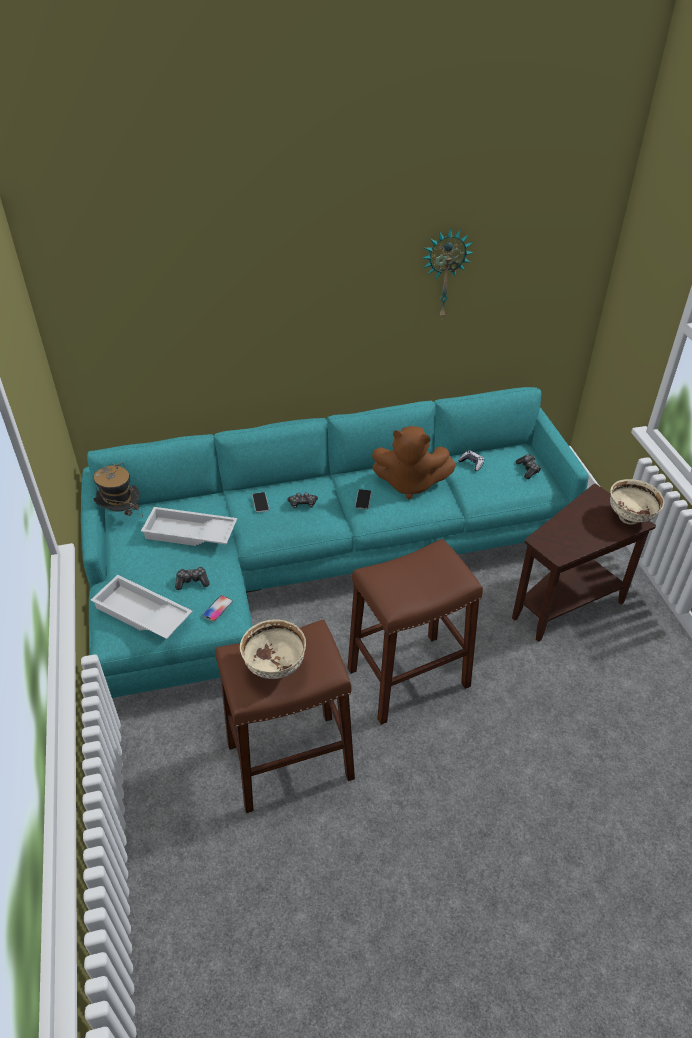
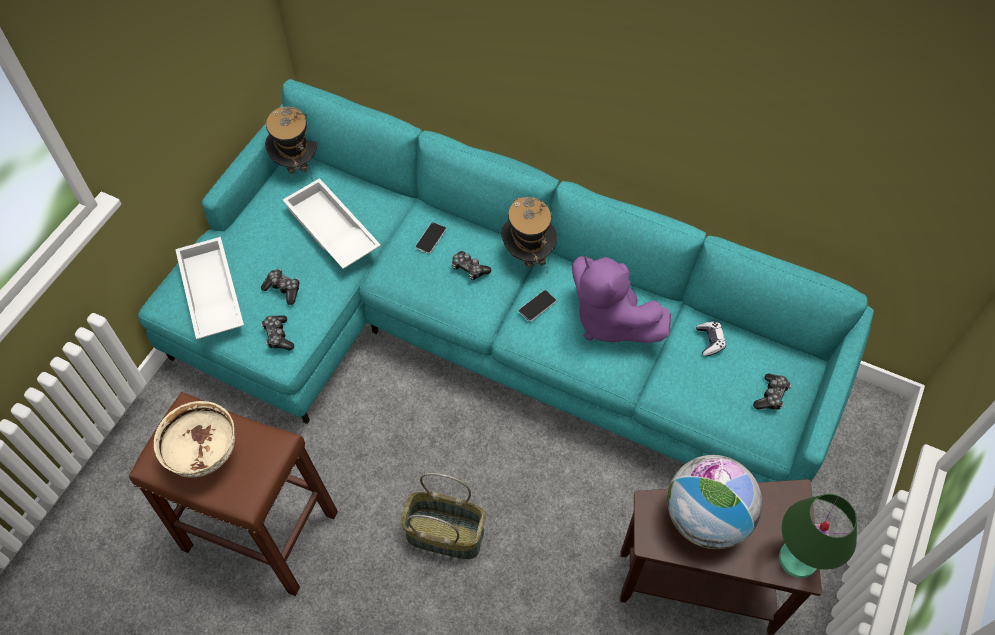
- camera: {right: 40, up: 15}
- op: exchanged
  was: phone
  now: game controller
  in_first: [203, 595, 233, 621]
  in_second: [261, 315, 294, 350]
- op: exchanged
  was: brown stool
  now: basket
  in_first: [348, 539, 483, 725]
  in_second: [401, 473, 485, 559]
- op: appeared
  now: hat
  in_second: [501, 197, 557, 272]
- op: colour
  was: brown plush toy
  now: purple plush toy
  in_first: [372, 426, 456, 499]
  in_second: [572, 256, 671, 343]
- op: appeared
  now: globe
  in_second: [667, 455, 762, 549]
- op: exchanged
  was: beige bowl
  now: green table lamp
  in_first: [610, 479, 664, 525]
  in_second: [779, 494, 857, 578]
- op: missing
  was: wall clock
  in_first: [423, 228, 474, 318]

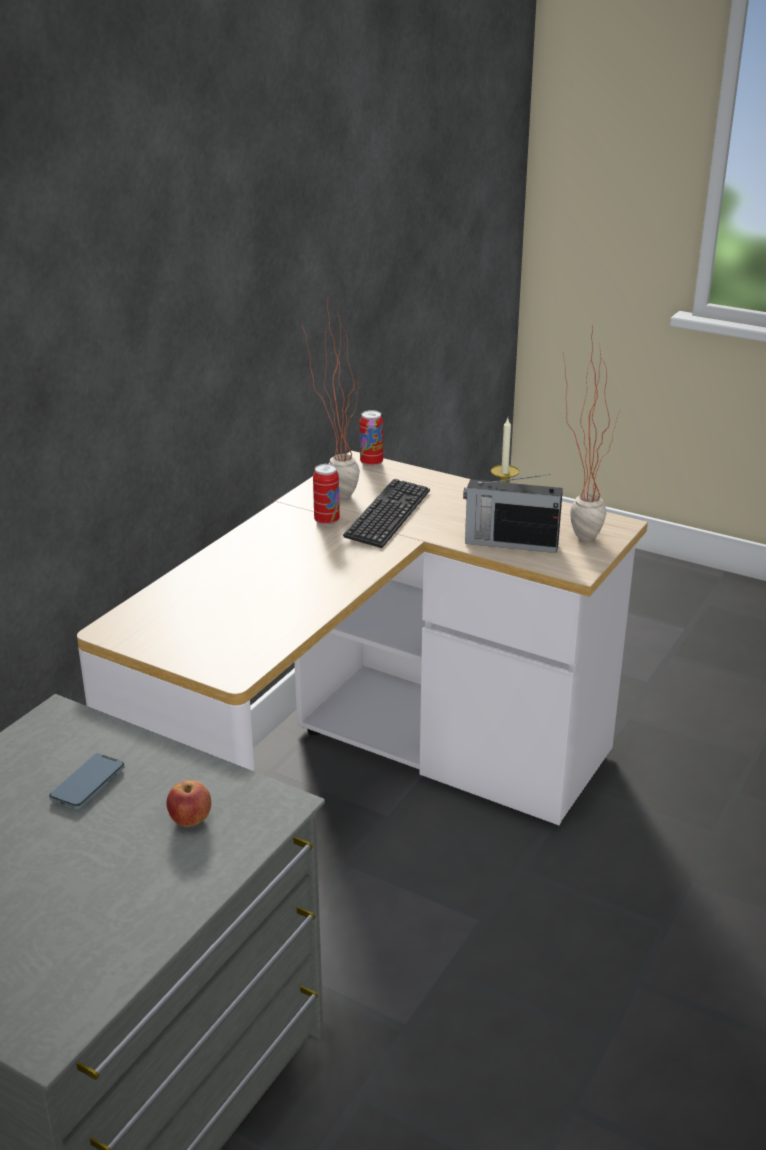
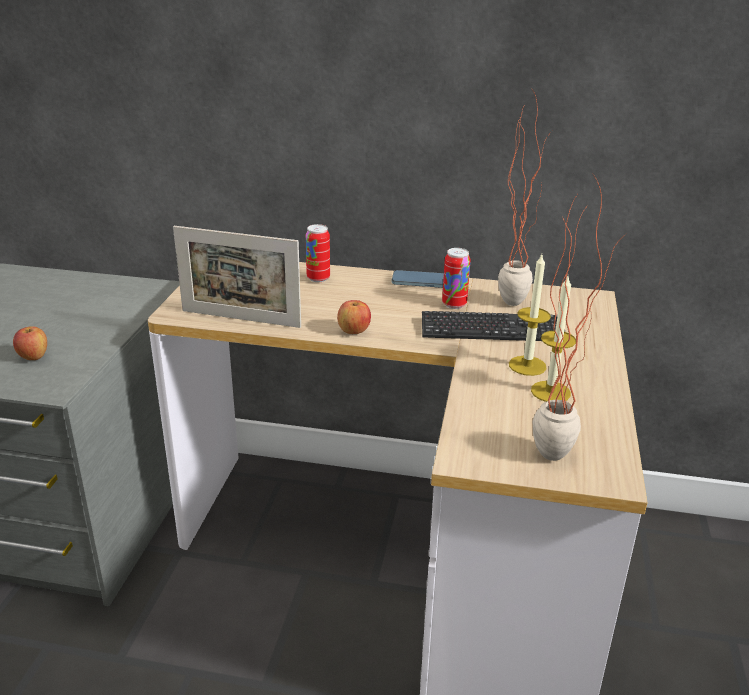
- camera: {right: 70, up: 0}
- op: appeared
  now: picture frame
  in_second: [173, 226, 301, 328]
- op: relocated
  was: can
  in_first: [360, 410, 383, 467]
  in_second: [306, 224, 330, 282]
- op: appeared
  now: apple
  in_second: [337, 300, 371, 334]
- op: relocated
  was: phone
  in_first: [49, 754, 124, 809]
  in_second: [392, 270, 444, 288]
- op: appeared
  now: candle
  in_second: [509, 255, 551, 376]
- op: missing
  was: radio
  in_first: [463, 474, 563, 553]

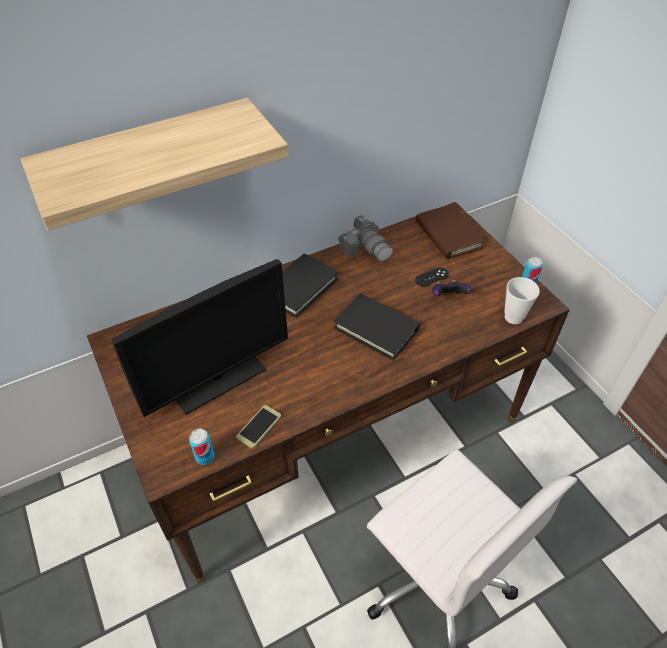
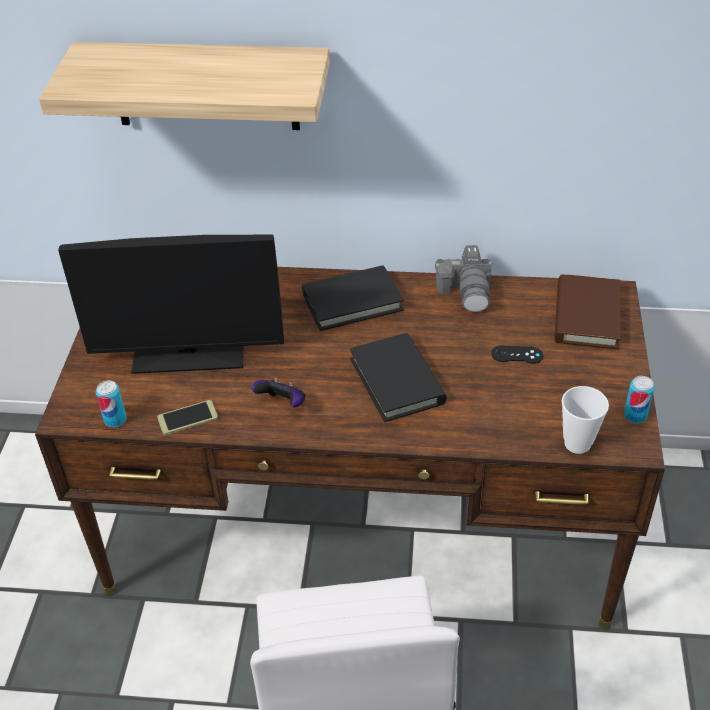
- camera: {right: 35, up: -5}
- op: relocated
  was: game controller
  in_first: [432, 280, 472, 297]
  in_second: [252, 378, 306, 407]

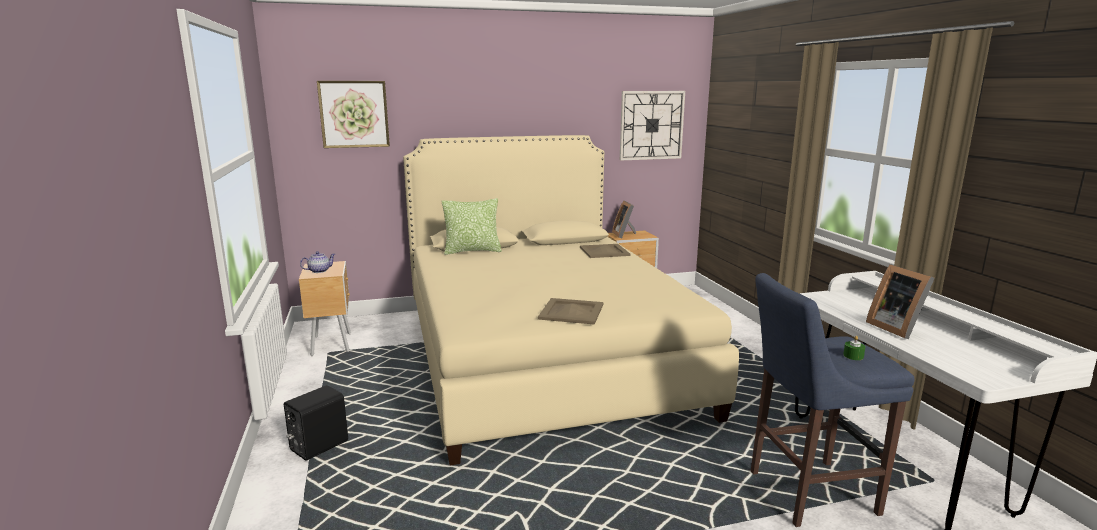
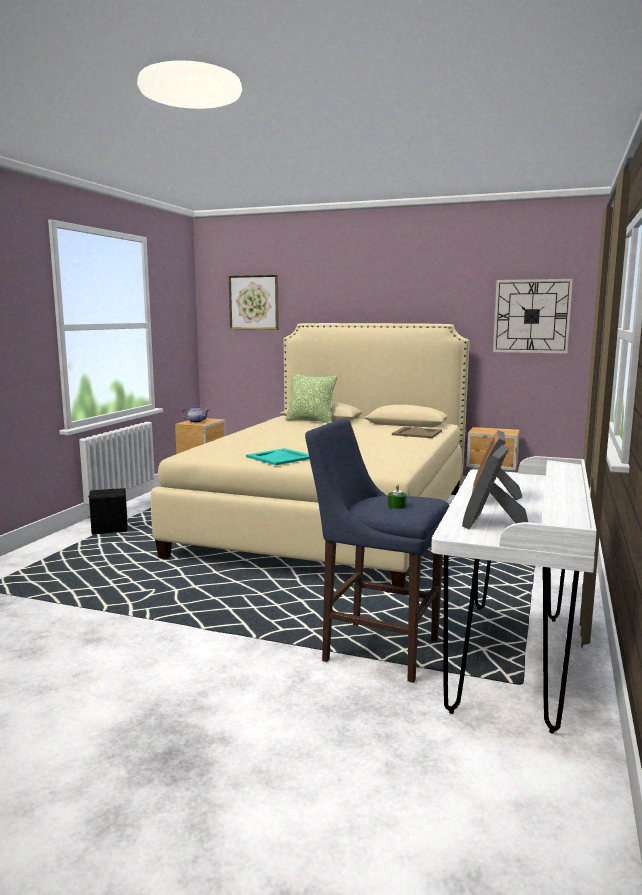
- camera: {right: 35, up: -5}
- op: colour
  was: beige tray
  now: turquoise tray
  in_first: [538, 298, 603, 325]
  in_second: [246, 448, 310, 465]
- op: relocated
  was: picture frame
  in_first: [612, 201, 636, 238]
  in_second: [462, 445, 528, 529]

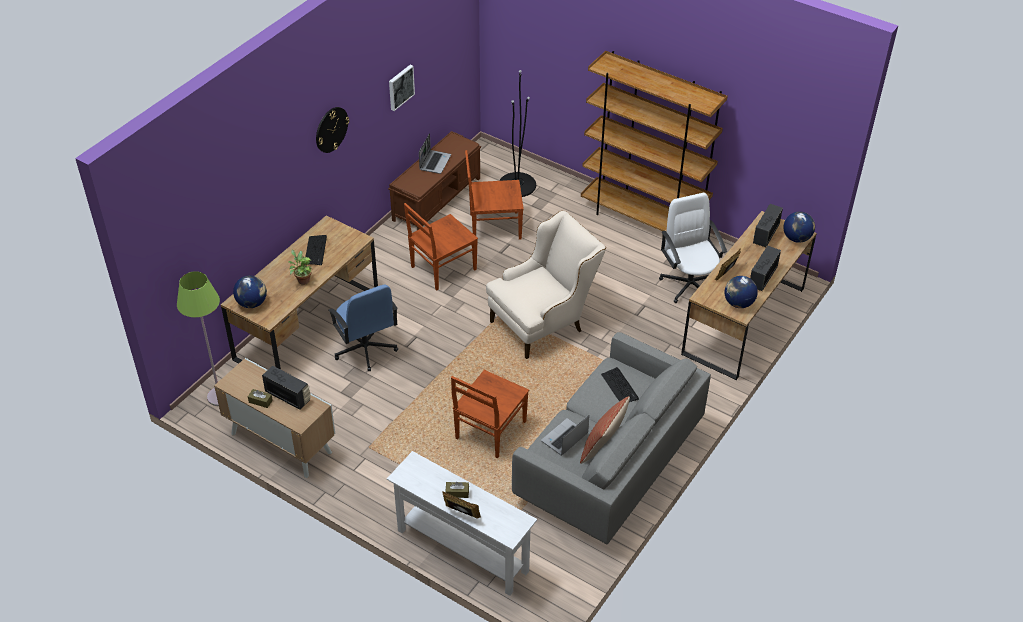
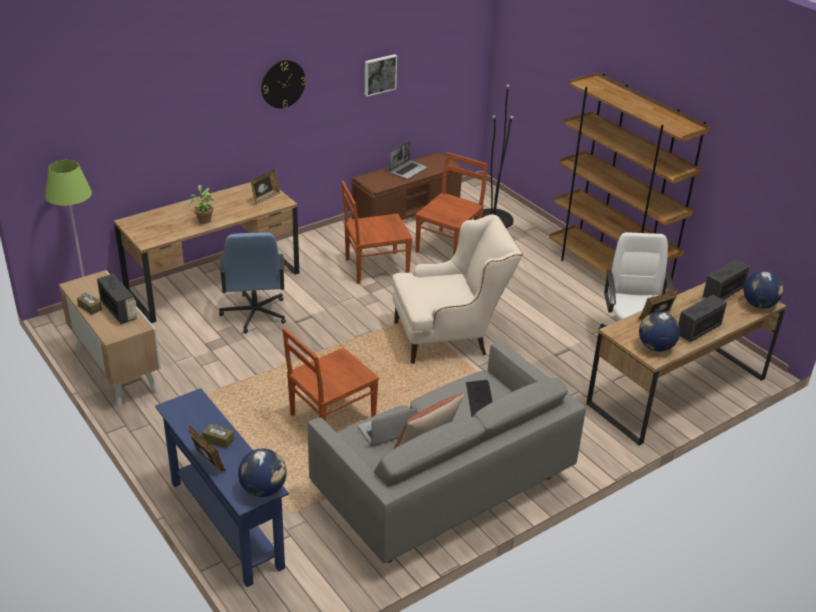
- camera: {right: 20, up: -10}
- op: colour
  was: white console table
  now: blue console table
  in_first: [387, 451, 537, 596]
  in_second: [155, 388, 289, 587]
- op: relocated
  was: globe
  in_first: [233, 276, 267, 308]
  in_second: [238, 448, 287, 497]
- op: appeared
  now: picture frame
  in_second: [251, 169, 280, 205]
- op: spun
  was: brown chair
  in_first: [465, 150, 524, 240]
  in_second: [415, 152, 487, 256]
  clockwise: 105
- op: missing
  was: keyboard
  in_first: [305, 235, 327, 265]

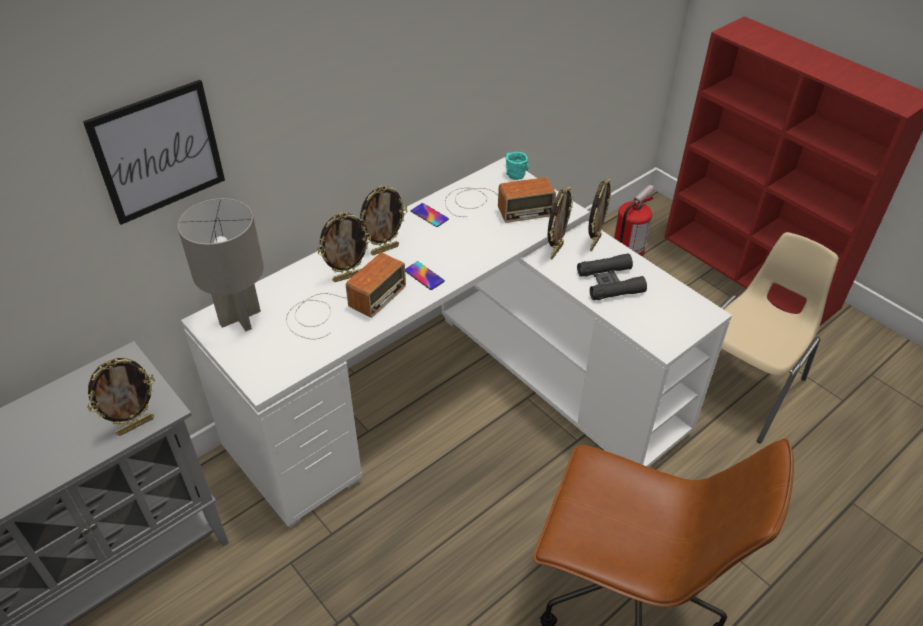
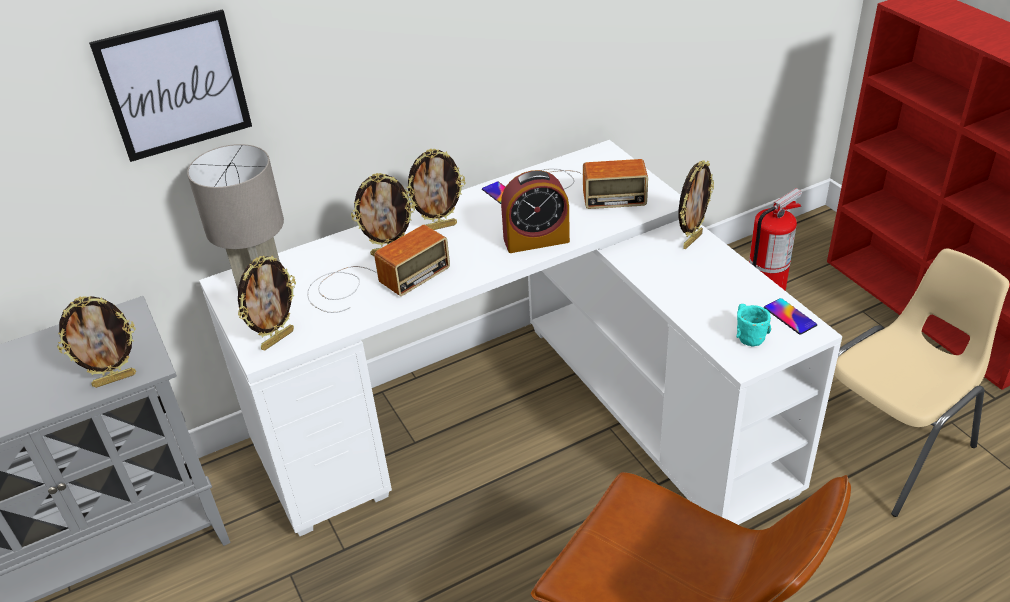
- camera: {right: 15, up: -5}
- op: relocated
  was: picture frame
  in_first: [548, 187, 573, 259]
  in_second: [238, 256, 296, 350]
- op: appeared
  now: alarm clock
  in_second: [501, 170, 570, 253]
- op: relocated
  was: turquoise mug
  in_first: [506, 152, 529, 180]
  in_second: [737, 304, 771, 347]
- op: relocated
  was: phone
  in_first: [405, 262, 445, 290]
  in_second: [764, 298, 817, 334]
- op: missing
  was: black binoculars
  in_first: [577, 253, 647, 300]

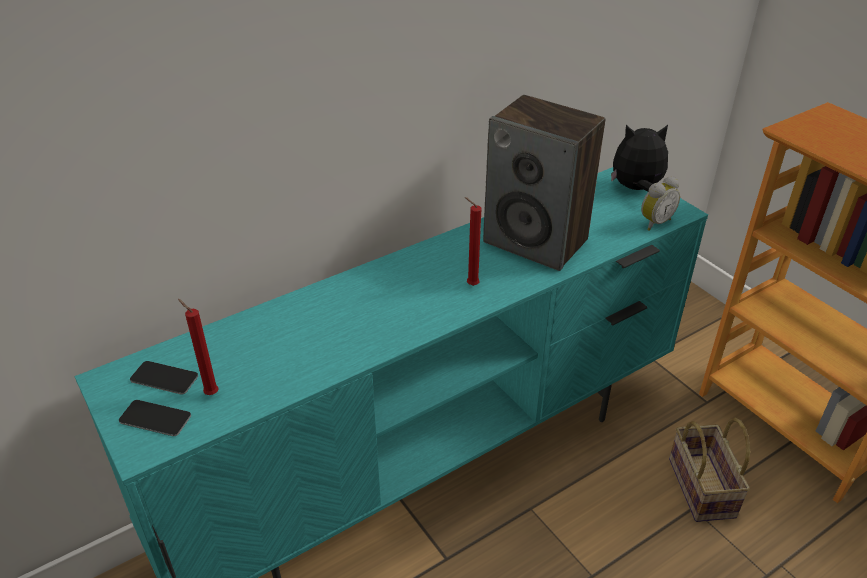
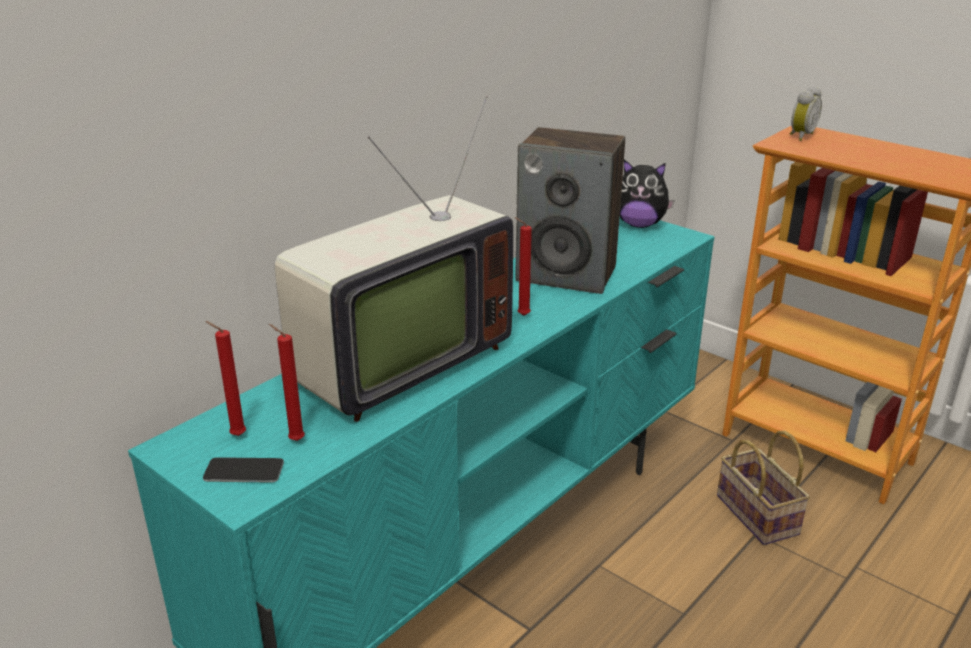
- camera: {right: -15, up: -10}
- op: exchanged
  was: phone
  now: red candle
  in_first: [130, 361, 198, 395]
  in_second: [205, 321, 246, 436]
- op: appeared
  now: television
  in_second: [274, 96, 513, 422]
- op: spun
  was: plush toy
  in_first: [611, 125, 668, 192]
  in_second: [620, 160, 675, 228]
  clockwise: -150
- op: relocated
  was: alarm clock
  in_first: [641, 176, 680, 231]
  in_second: [790, 86, 822, 141]

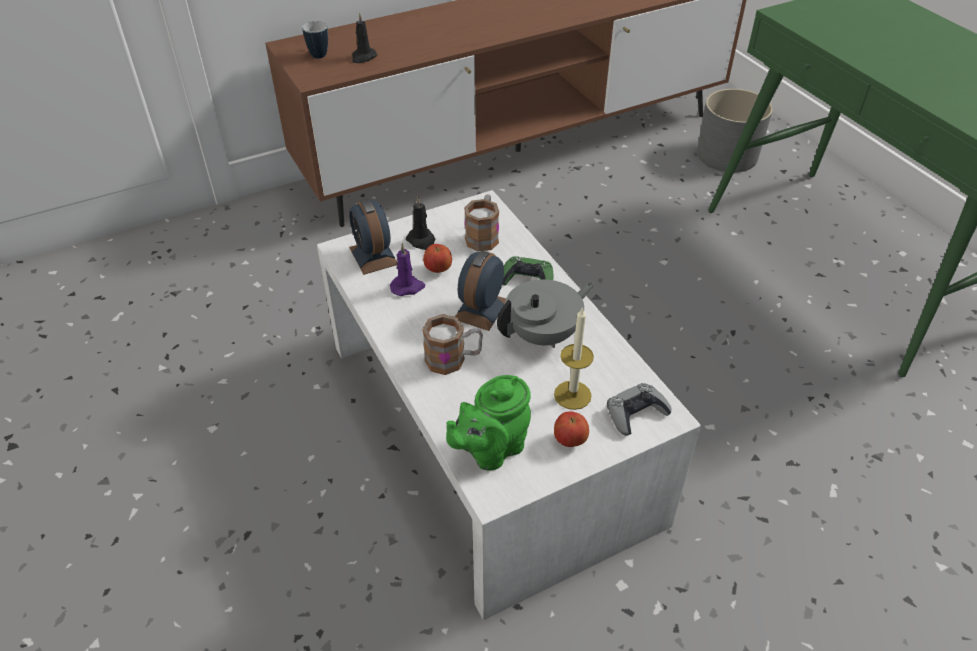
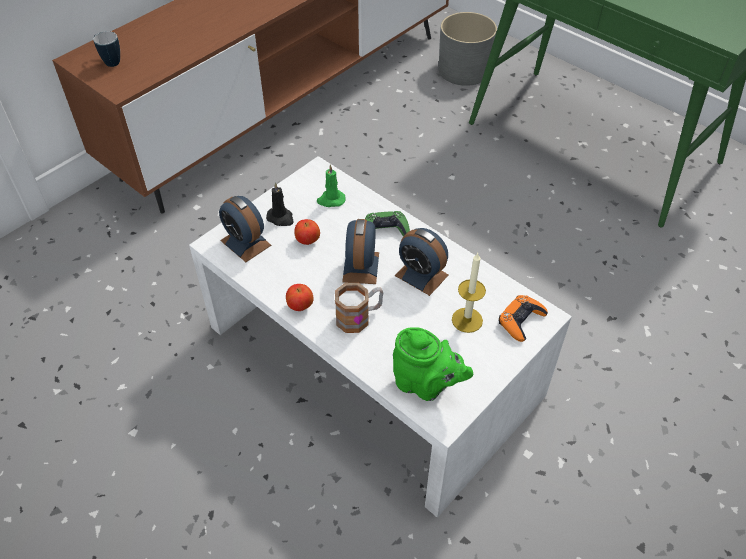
- camera: {right: -20, up: 5}
- op: relocated
  was: apple
  in_first: [554, 411, 589, 447]
  in_second: [286, 284, 314, 311]
- op: exchanged
  was: mug
  now: green candle
  in_first: [464, 194, 499, 252]
  in_second: [317, 164, 346, 207]
- op: spun
  was: green teapot
  in_first: [446, 375, 531, 471]
  in_second: [393, 327, 473, 401]
  clockwise: -90
- op: exchanged
  was: grey teapot
  now: alarm clock
  in_first: [497, 279, 594, 348]
  in_second: [395, 228, 449, 296]
- op: colour
  was: grey game controller
  now: orange game controller
  in_first: [607, 383, 672, 436]
  in_second: [499, 295, 548, 342]
- op: missing
  was: black candle
  in_first: [352, 13, 377, 63]
- op: missing
  was: purple candle
  in_first: [390, 243, 425, 296]

